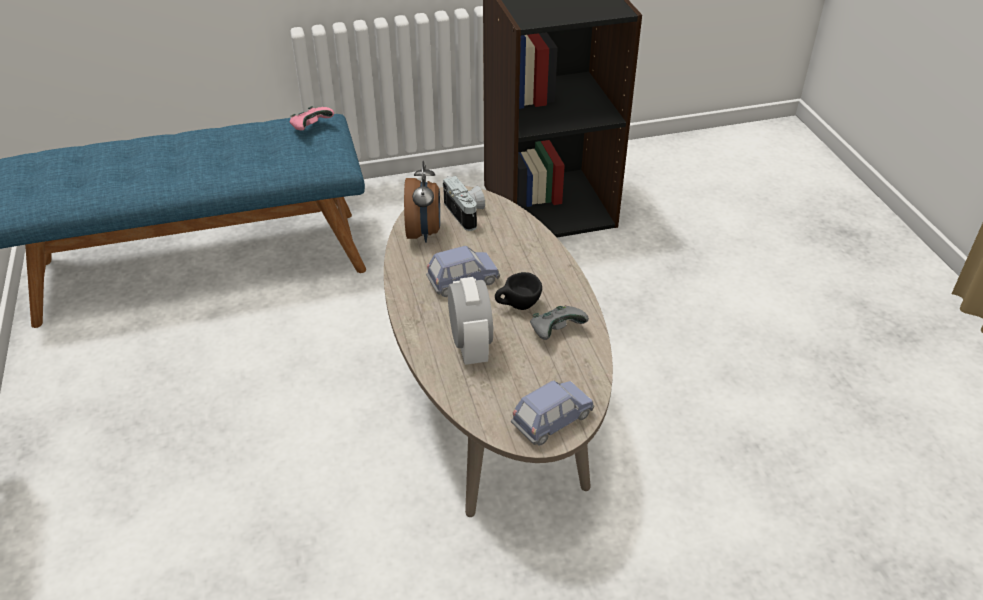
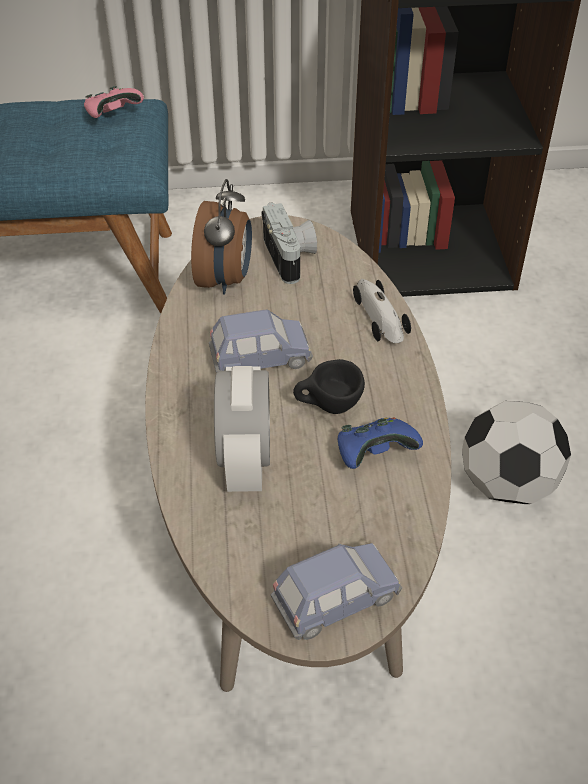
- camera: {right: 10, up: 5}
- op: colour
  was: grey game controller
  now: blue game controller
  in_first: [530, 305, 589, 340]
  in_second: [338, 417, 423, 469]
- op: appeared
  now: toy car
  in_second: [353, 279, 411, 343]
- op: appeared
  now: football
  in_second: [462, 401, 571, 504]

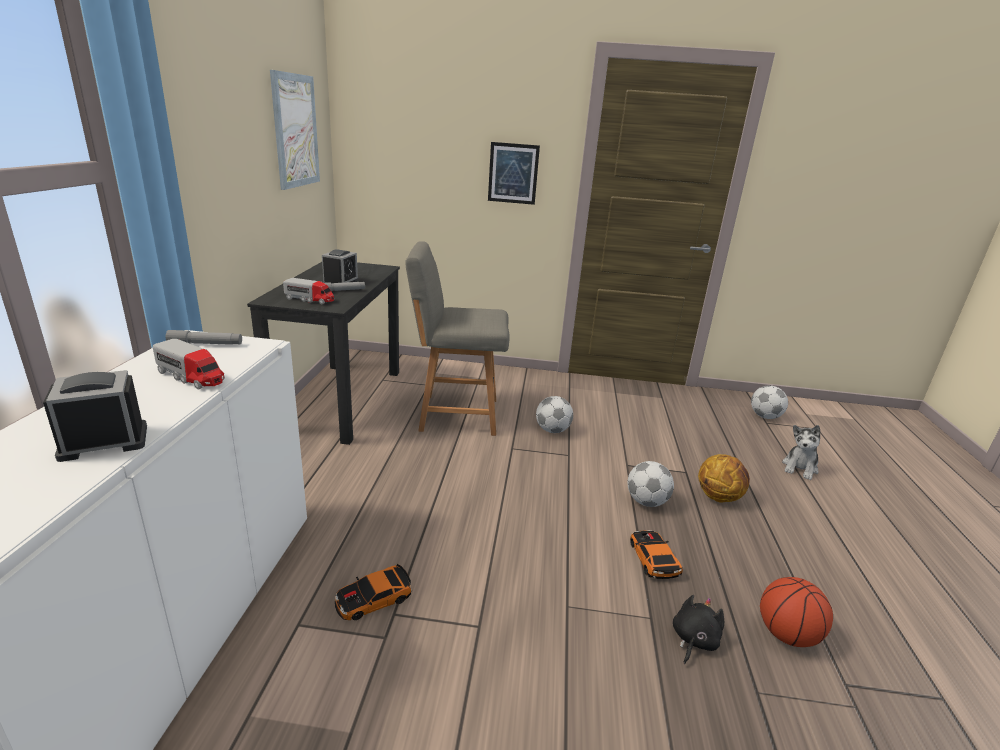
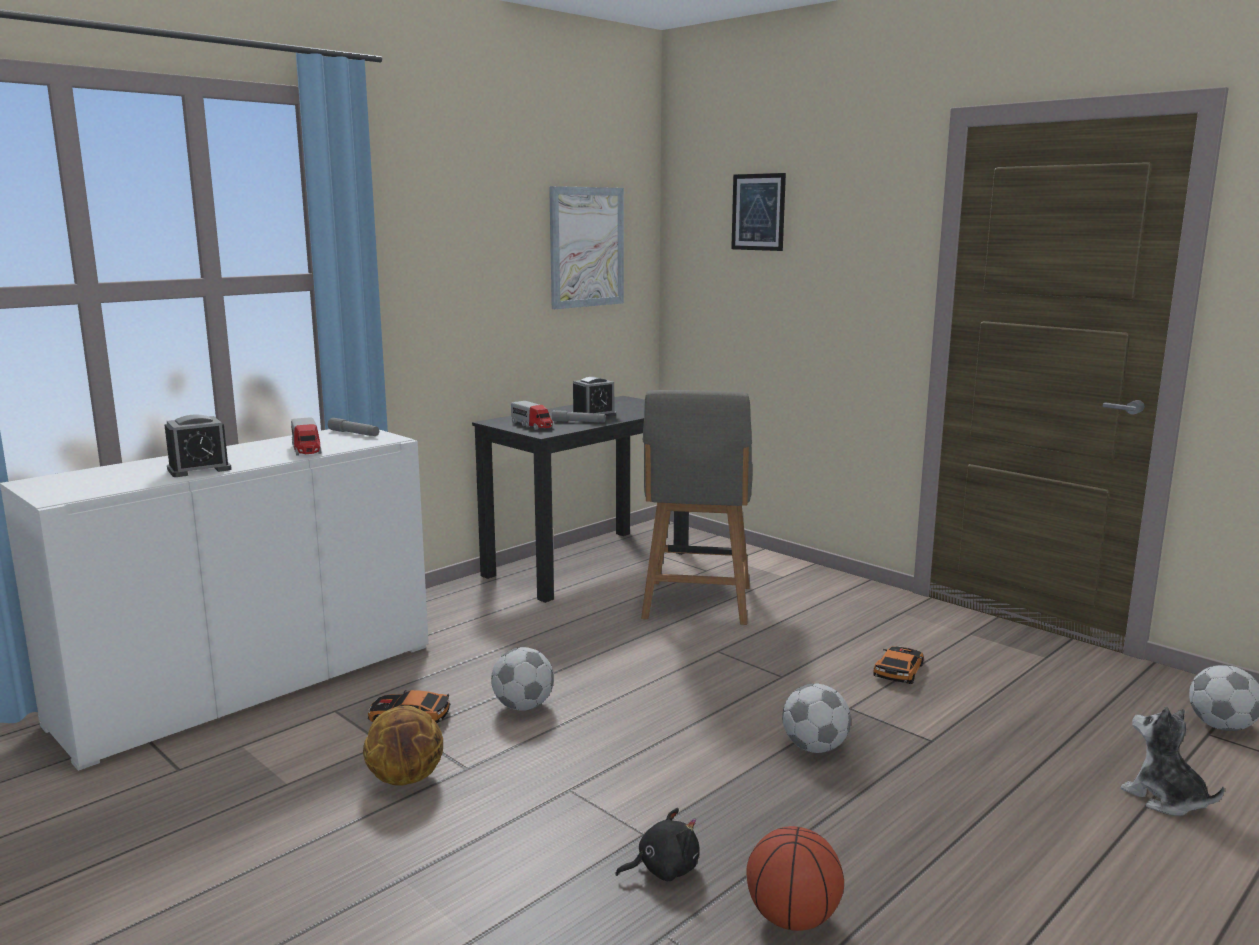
- camera: {right: 40, up: -10}
- op: spun
  was: alarm clock
  in_first: [43, 370, 147, 462]
  in_second: [165, 414, 232, 477]
  clockwise: 135
- op: relocated
  was: basketball
  in_first: [698, 454, 750, 503]
  in_second: [363, 705, 443, 786]
- op: relocated
  was: football
  in_first: [536, 396, 573, 433]
  in_second: [491, 647, 554, 711]
- op: spun
  was: grey chair
  in_first: [406, 241, 510, 436]
  in_second: [641, 390, 753, 625]
  clockwise: -120
- op: relocated
  was: picture
  in_first: [488, 142, 540, 205]
  in_second: [731, 173, 786, 251]
- op: relocated
  was: toy car
  in_first: [630, 531, 683, 579]
  in_second: [873, 646, 924, 684]
- op: spun
  was: plush toy
  in_first: [782, 425, 820, 480]
  in_second: [1121, 707, 1225, 816]
  clockwise: 75

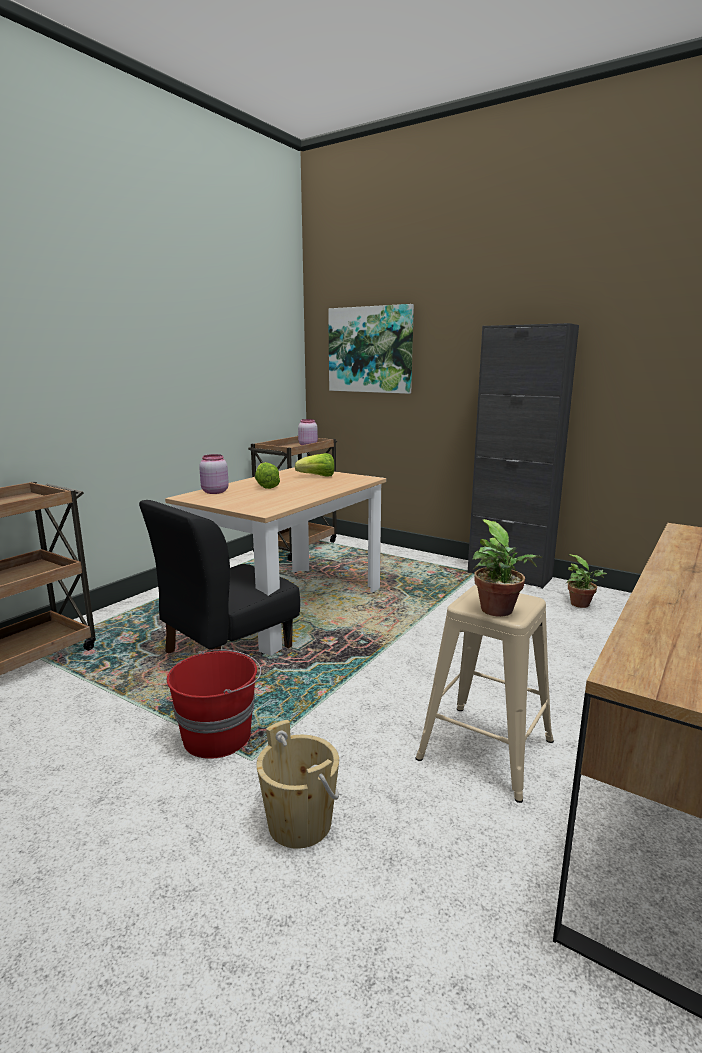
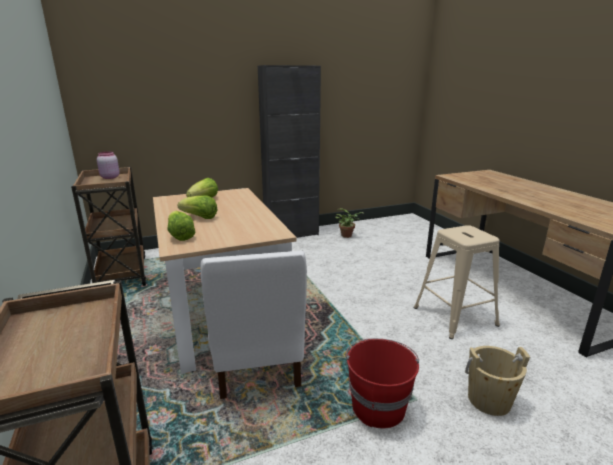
- camera: {right: -55, up: 5}
- op: exchanged
  was: pink jar
  now: lettuce
  in_first: [199, 454, 229, 494]
  in_second: [167, 211, 195, 241]
- op: colour
  was: black chair
  now: white chair
  in_first: [139, 500, 300, 654]
  in_second: [201, 250, 307, 399]
- op: missing
  was: picture
  in_first: [328, 304, 414, 394]
- op: missing
  was: potted plant
  in_first: [473, 519, 542, 617]

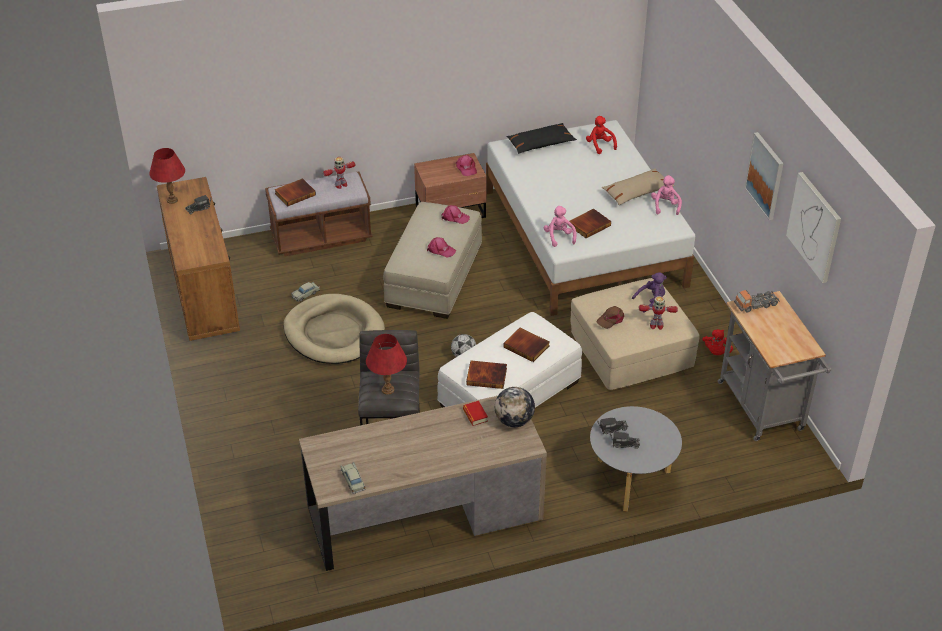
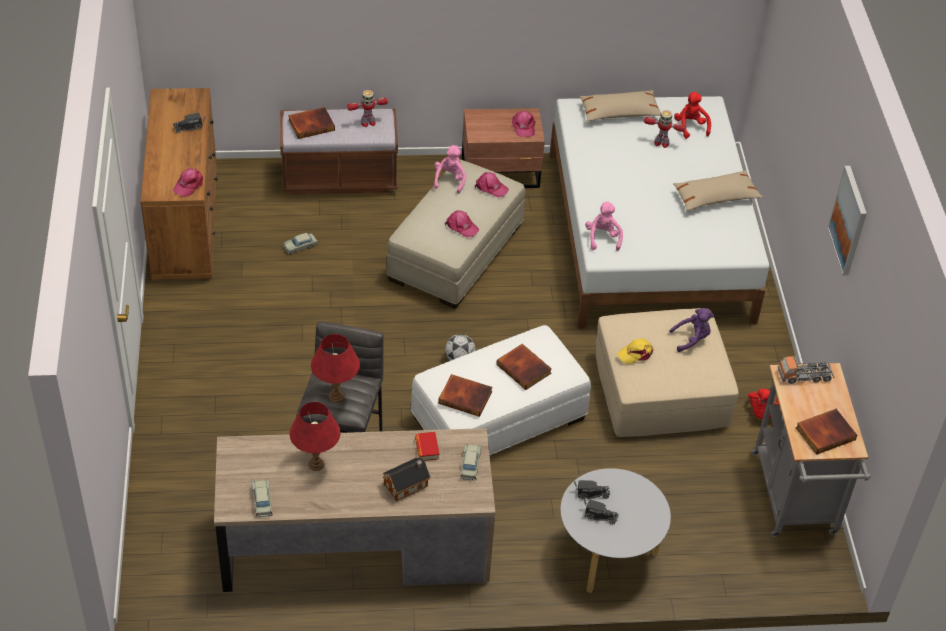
- camera: {right: 10, up: 5}
- op: appeared
  now: pink cap
  in_second: [173, 168, 203, 197]
- op: relocated
  was: red table lamp
  in_first: [149, 148, 185, 204]
  in_second: [289, 402, 341, 471]
- op: appeared
  now: toy house
  in_second: [382, 458, 431, 501]
- op: relocated
  was: pink plush toy
  in_first: [651, 175, 682, 215]
  in_second: [434, 145, 466, 194]
- op: exchanged
  was: globe
  now: beige toy car
  in_first: [495, 387, 535, 427]
  in_second: [460, 443, 481, 481]
- op: colour
  was: black pillow
  now: beige pillow
  in_first: [507, 123, 577, 154]
  in_second: [580, 90, 661, 121]
- op: colour
  was: brown cap
  now: yellow cap
  in_first: [596, 306, 624, 329]
  in_second: [617, 338, 653, 364]
- op: relocated
  was: toy robot
  in_first: [639, 296, 678, 330]
  in_second: [644, 110, 686, 148]
- op: relocated
  was: book
  in_first: [568, 209, 611, 238]
  in_second: [796, 409, 857, 455]
- op: missing
  was: beige dog bed
  in_first: [283, 294, 385, 364]
- op: missing
  was: picture
  in_first: [786, 172, 841, 283]

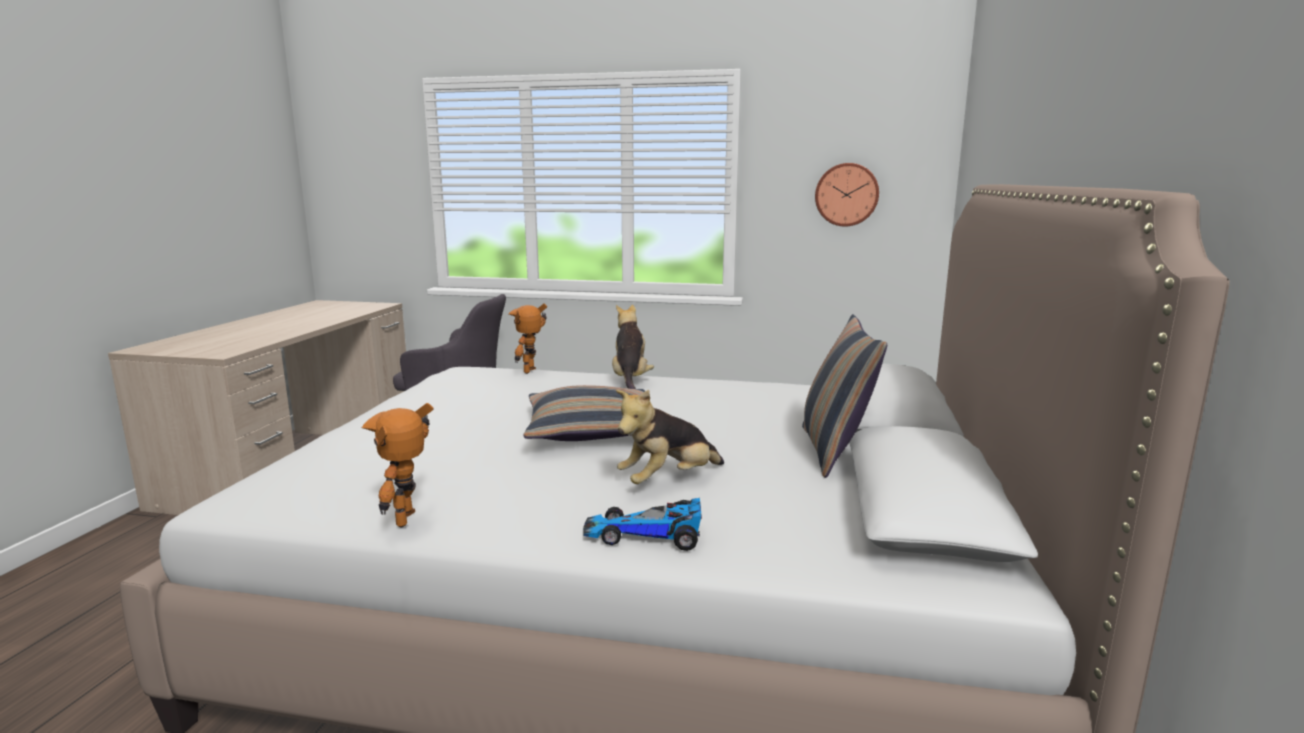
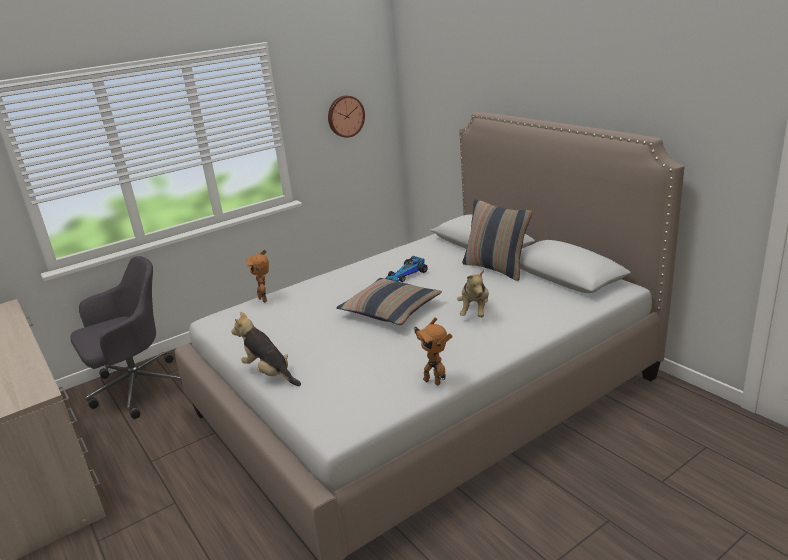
- camera: {right: -45, up: 10}
- op: relocated
  was: plush toy
  in_first: [612, 305, 654, 389]
  in_second: [231, 312, 301, 386]
- op: relocated
  was: toy car
  in_first: [583, 498, 702, 551]
  in_second: [385, 256, 428, 282]

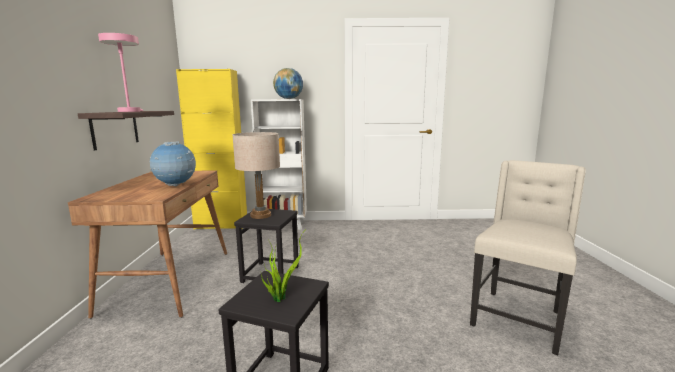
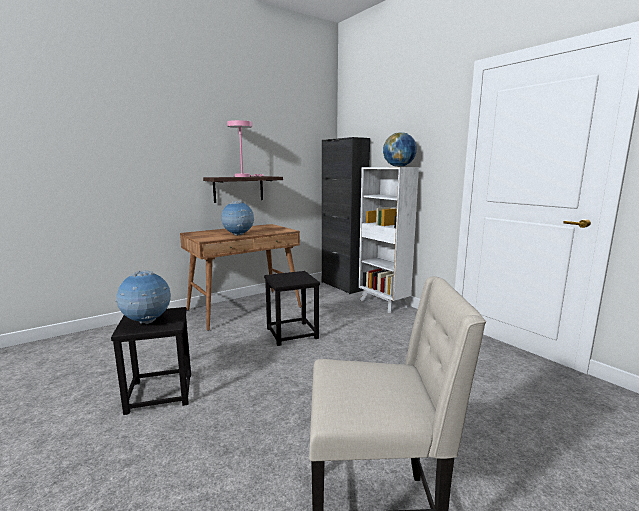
- camera: {right: 55, up: 0}
- op: exchanged
  was: potted plant
  now: globe
  in_first: [261, 233, 303, 302]
  in_second: [115, 270, 171, 324]
- op: colour
  was: yellow cabinet
  now: black cabinet
  in_first: [176, 69, 247, 229]
  in_second: [322, 137, 370, 294]
- op: missing
  was: beige table lamp
  in_first: [232, 132, 280, 219]

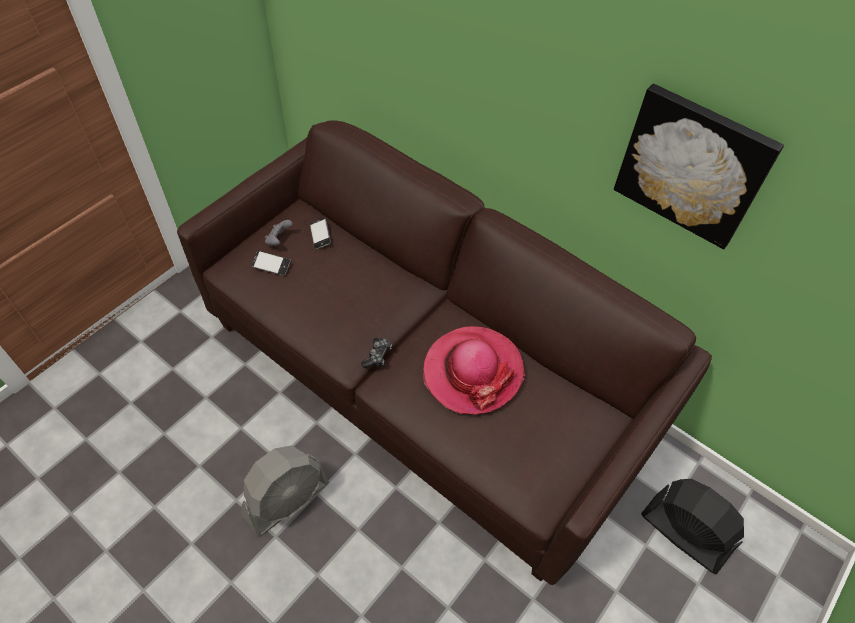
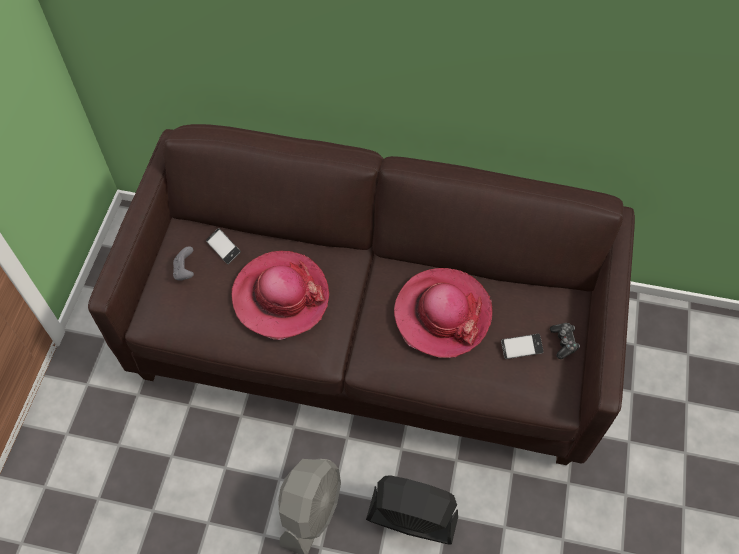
- camera: {right: -25, up: 5}
- op: appeared
  now: hat
  in_second: [232, 251, 329, 340]
- op: relocated
  was: black fan
  in_first: [641, 479, 744, 575]
  in_second: [366, 475, 458, 545]
- op: relocated
  was: phone
  in_first: [252, 251, 291, 276]
  in_second: [501, 334, 543, 359]
- op: relocated
  was: game controller
  in_first: [361, 338, 392, 368]
  in_second: [550, 323, 580, 359]
- op: missing
  was: picture
  in_first: [614, 84, 784, 249]

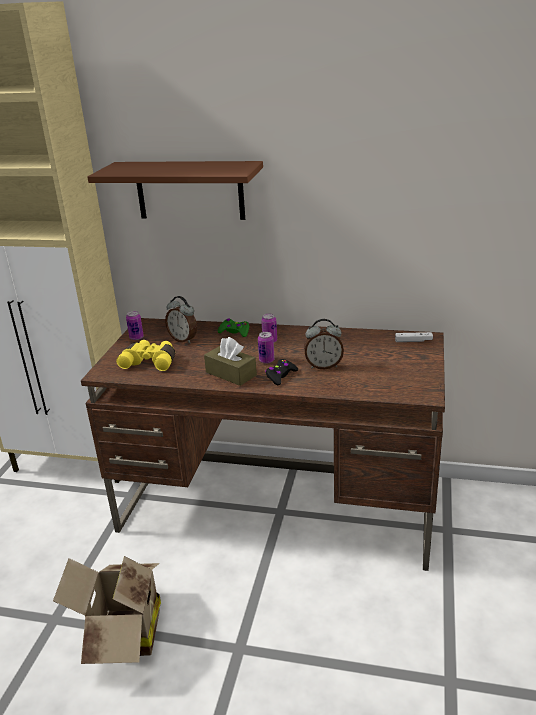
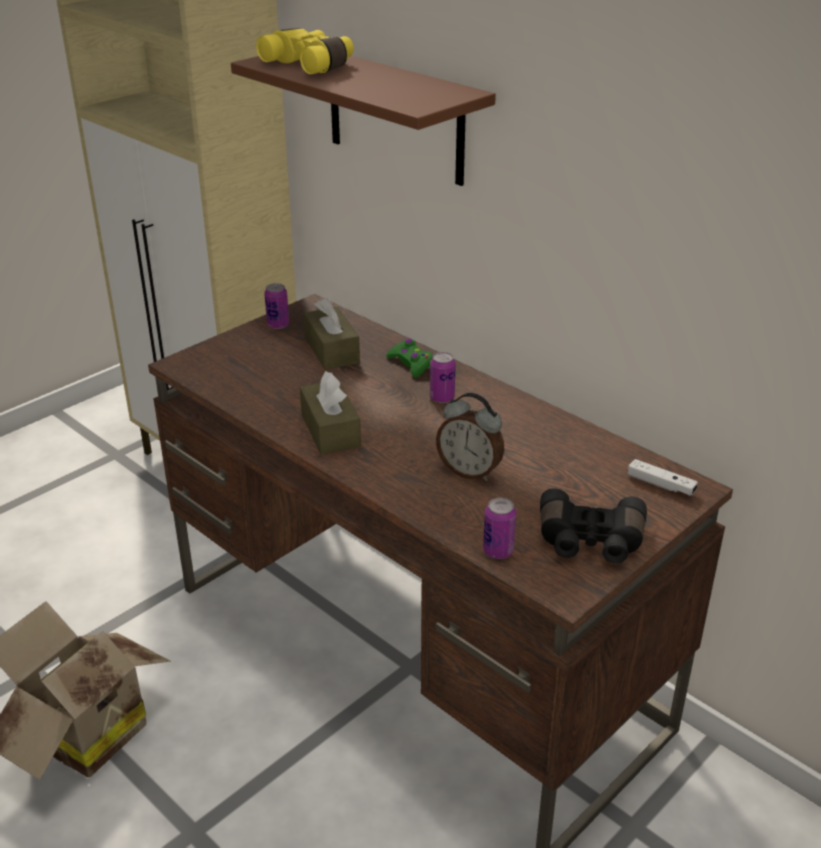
- camera: {right: 30, up: 5}
- op: relocated
  was: yellow binoculars
  in_first: [116, 340, 175, 371]
  in_second: [256, 28, 354, 74]
- op: exchanged
  was: alarm clock
  now: brown tissue box
  in_first: [165, 296, 197, 344]
  in_second: [304, 298, 360, 370]
- op: relocated
  was: can
  in_first: [258, 332, 275, 364]
  in_second: [483, 498, 516, 559]
- op: appeared
  now: black binoculars
  in_second: [540, 488, 647, 564]
- op: missing
  was: black game controller
  in_first: [265, 359, 298, 385]

